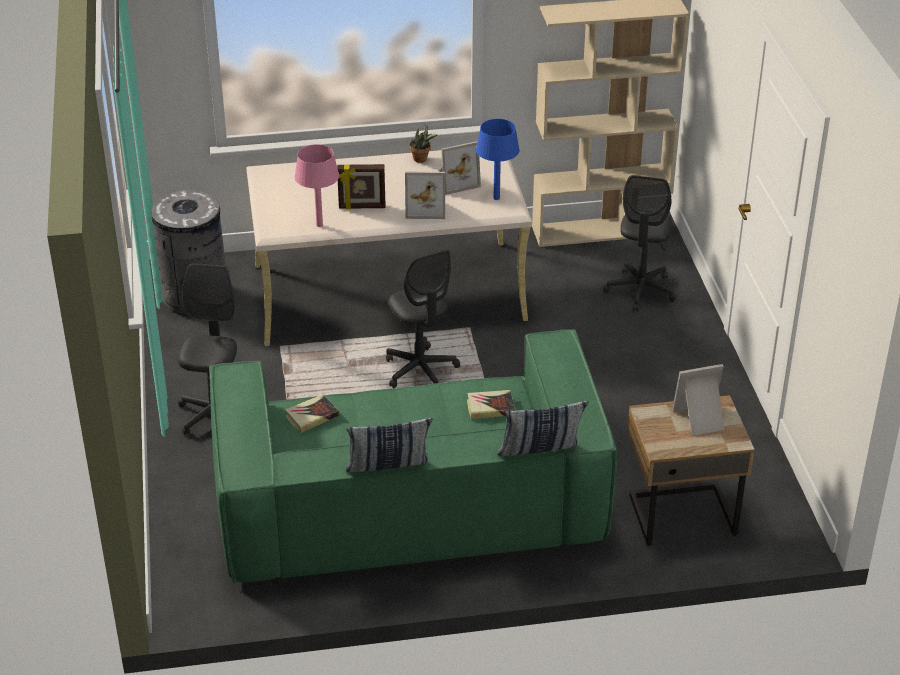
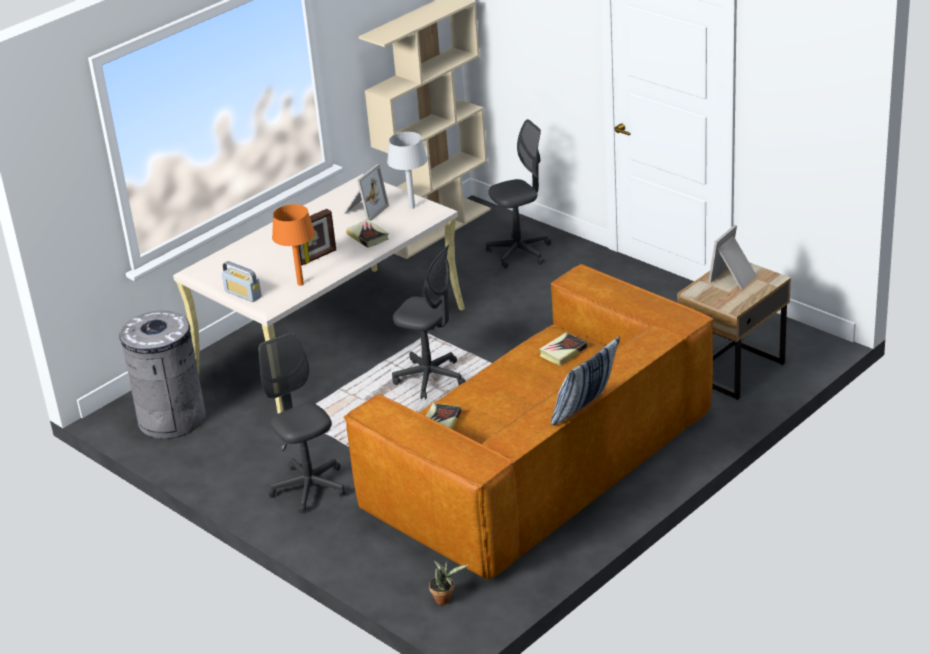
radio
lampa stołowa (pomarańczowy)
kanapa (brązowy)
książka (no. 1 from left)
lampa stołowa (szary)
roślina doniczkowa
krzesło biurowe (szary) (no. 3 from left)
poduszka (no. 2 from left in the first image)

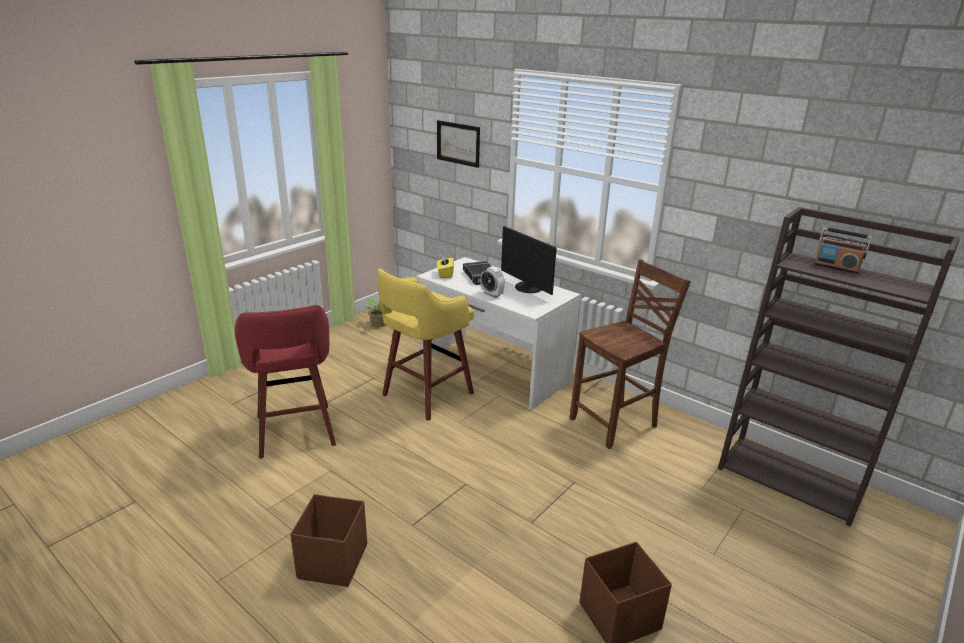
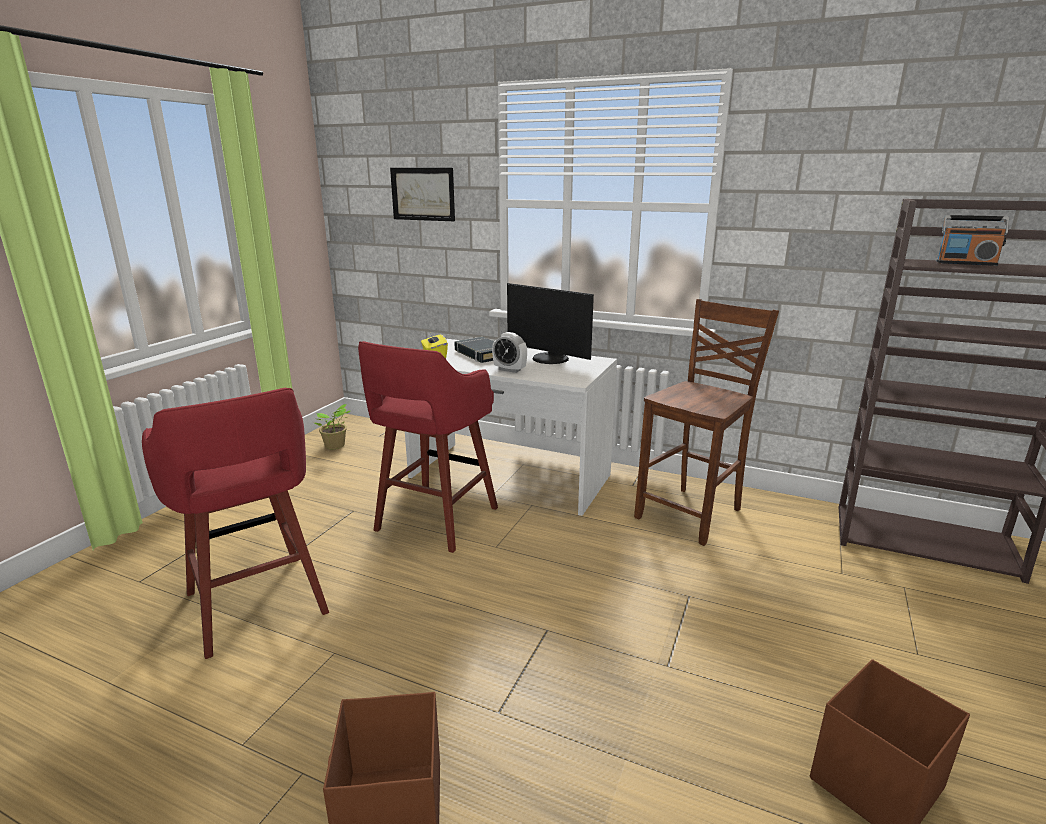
stołek (czerwony) (no. 2 from left)

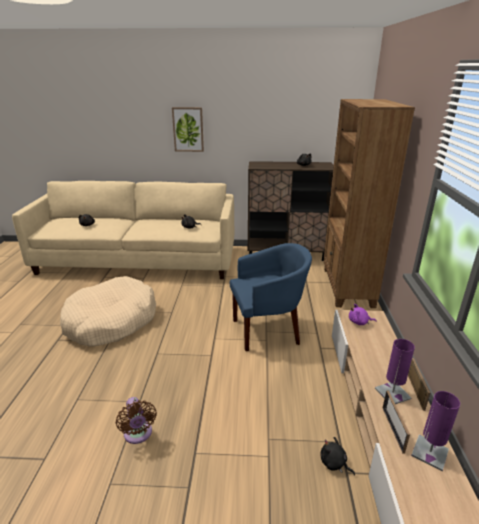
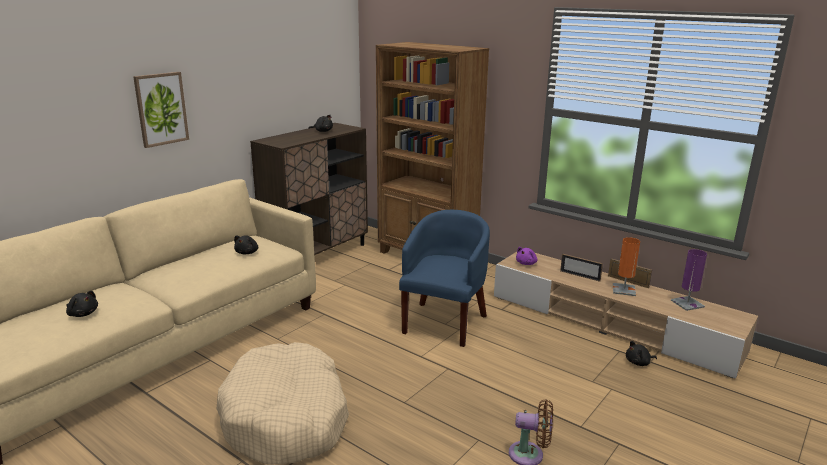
ramka na zdjęcie (no. 1 from left)
lampa stołowa (pomarańczowy)

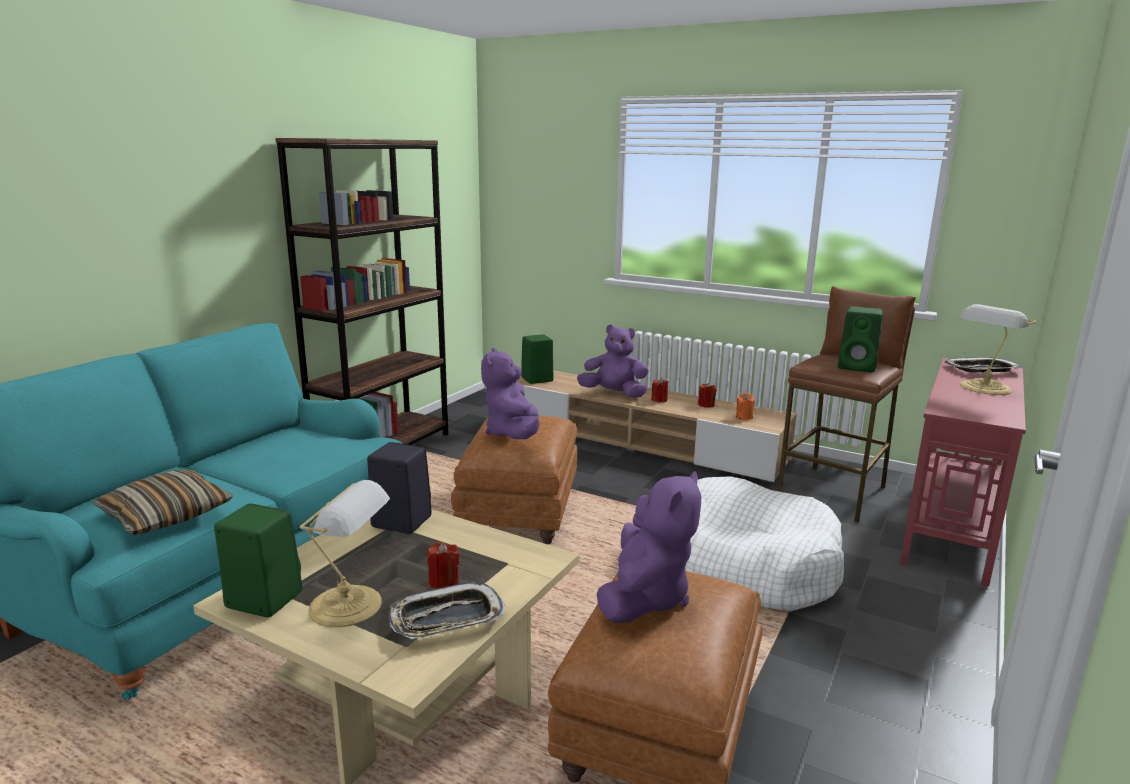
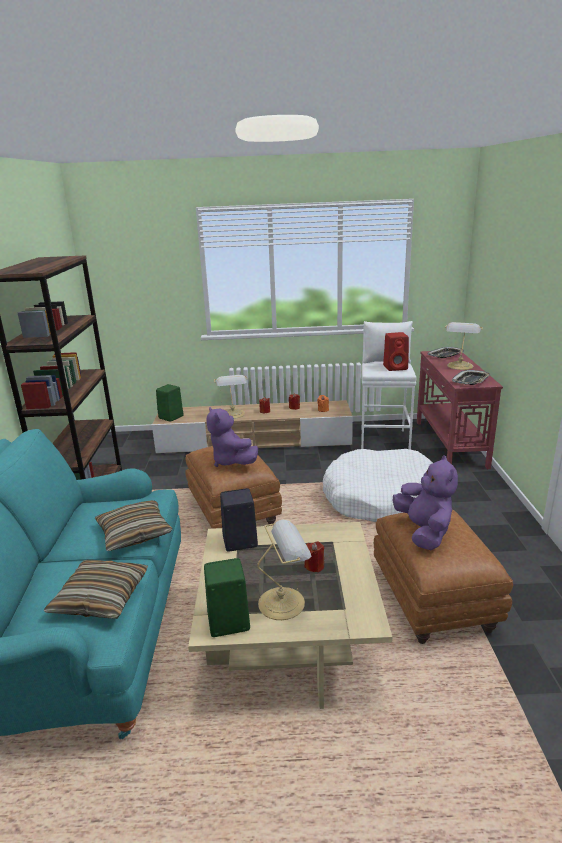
poduszka (no. 2 from left)
lampa stołowa (no. 1 from left)
stołek (biały)
głośnik (czerwony)
taca (no. 2 from left)

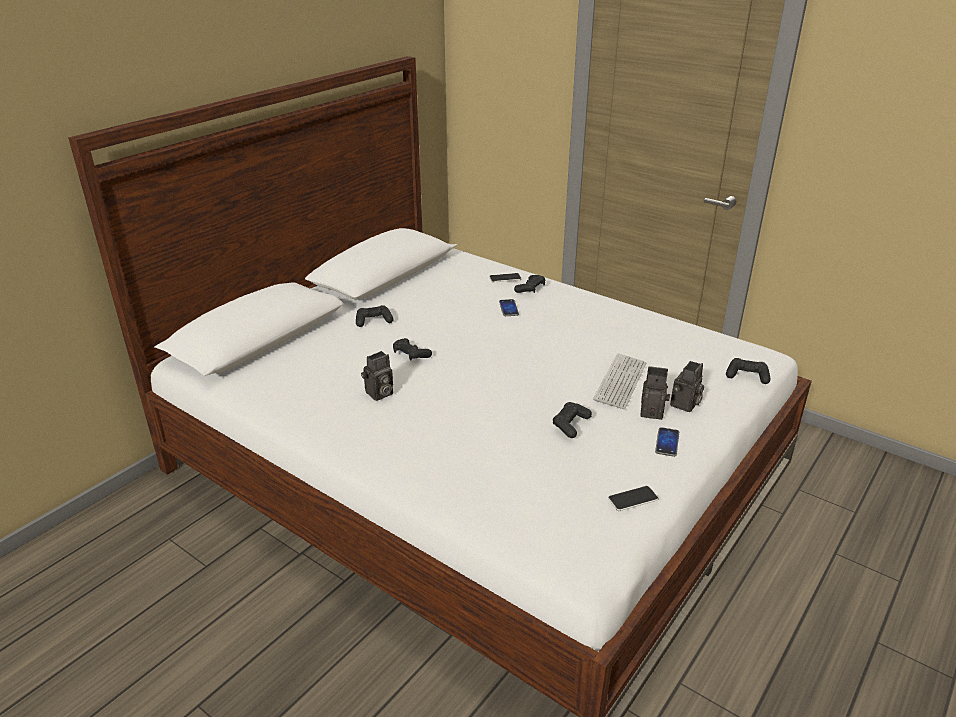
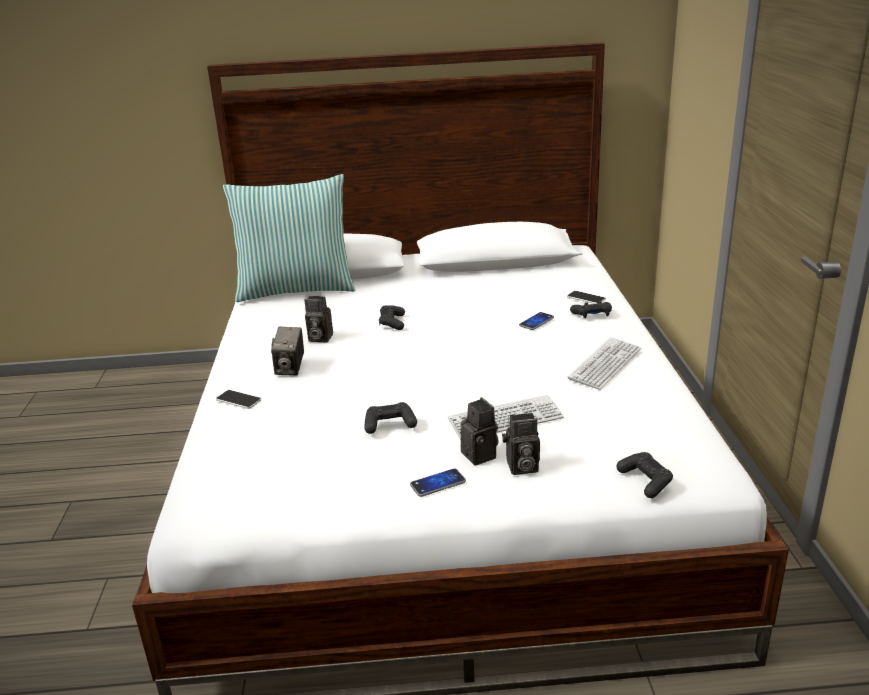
telefon (no. 1 from left)
poduszka
aparat fotograficzny (no. 1 from left)
klawiatura (no. 2 from left)
pad do gier (czarny) (no. 1 from left in the first image)

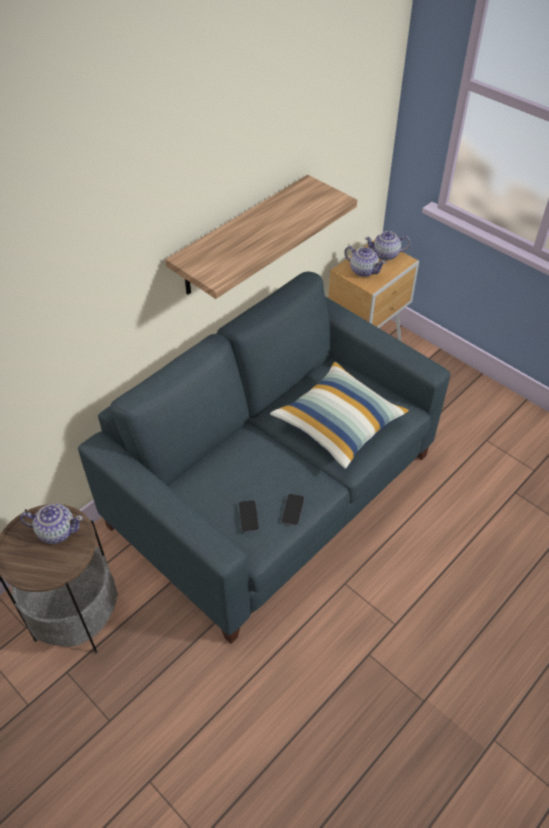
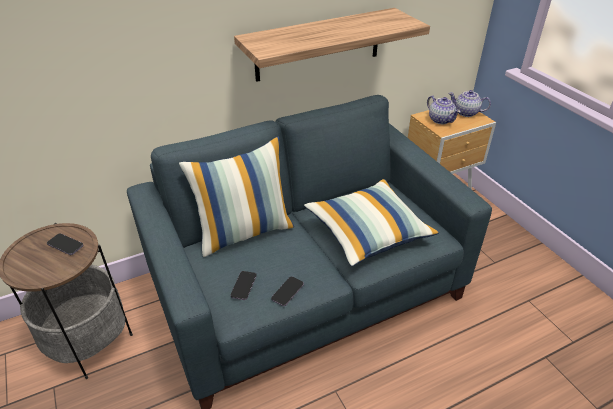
telefon (no. 1 from left)
poduszka (no. 1 from left)

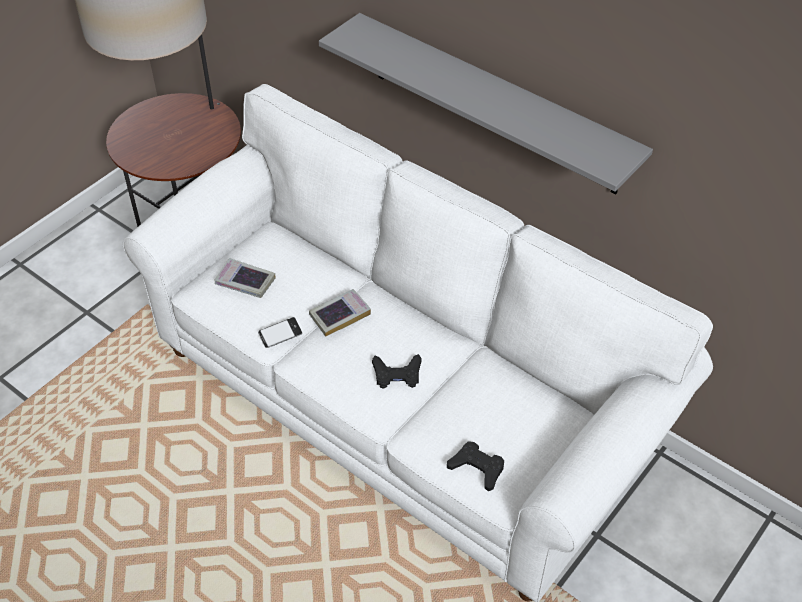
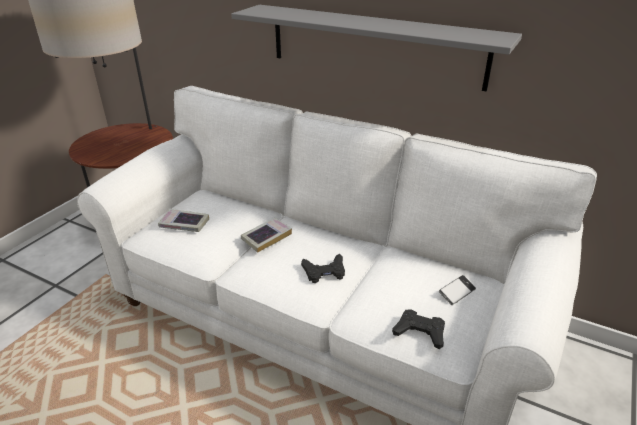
telefon

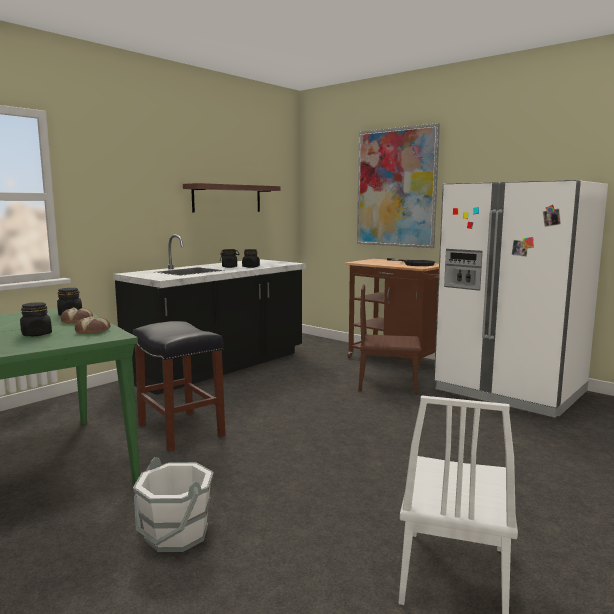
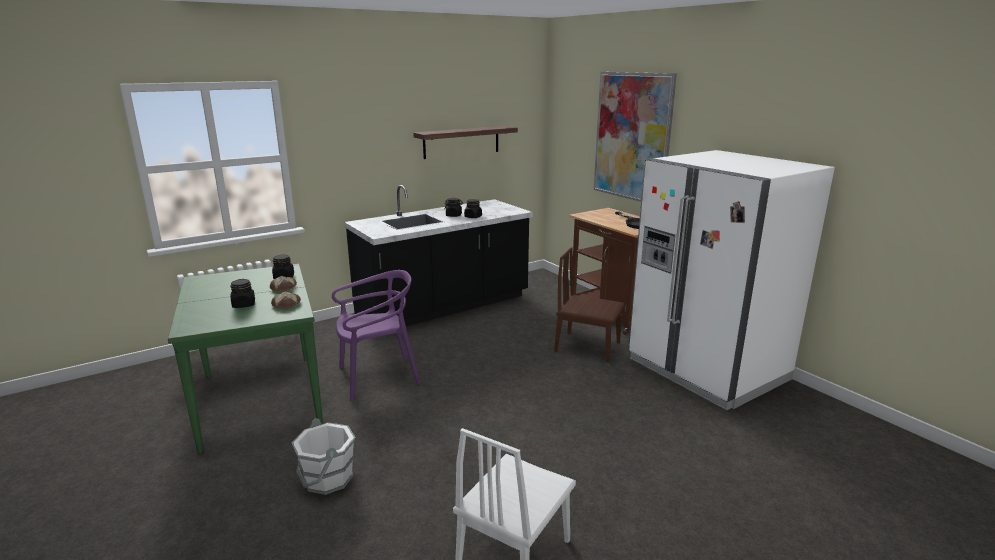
krzesło (fioletowy)

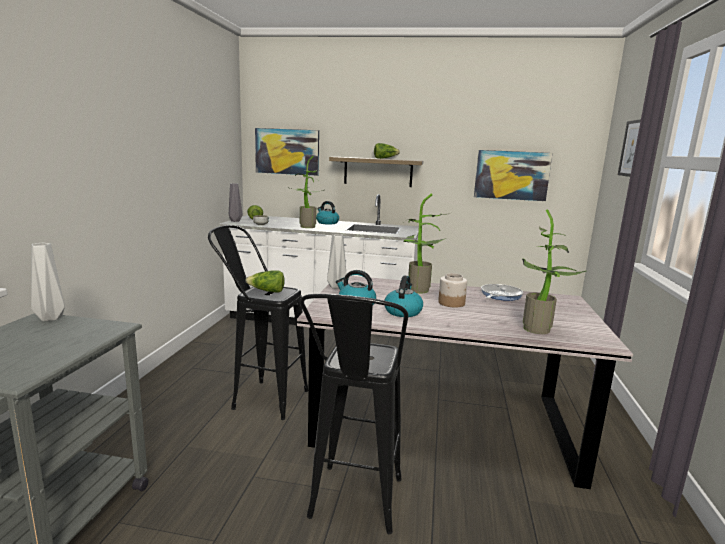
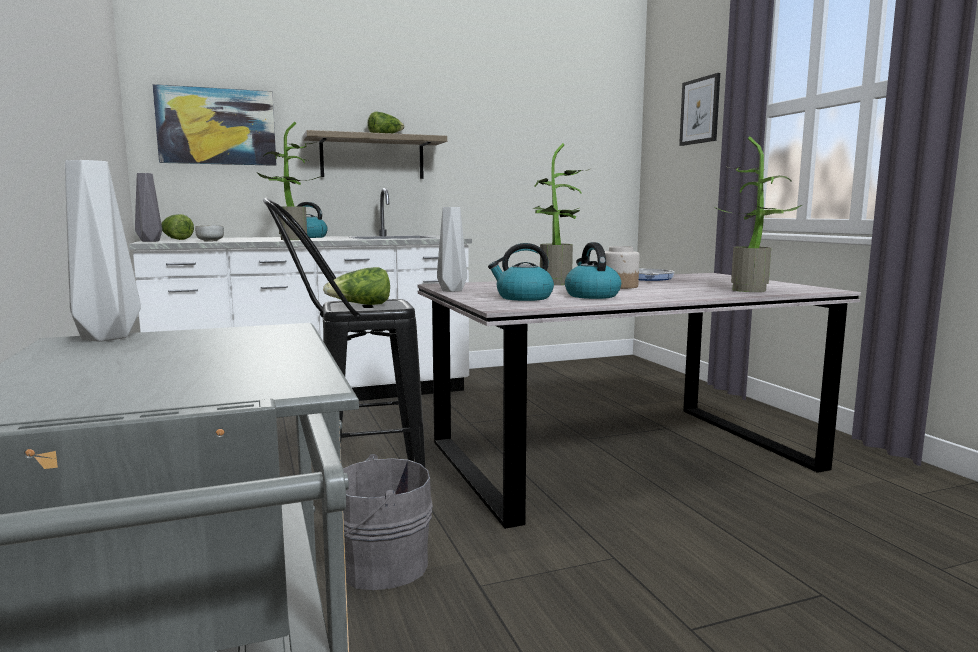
wiadro (szary)
stołek (czarny) (no. 2 from left in the first image)
obraz (no. 2 from left in the first image)

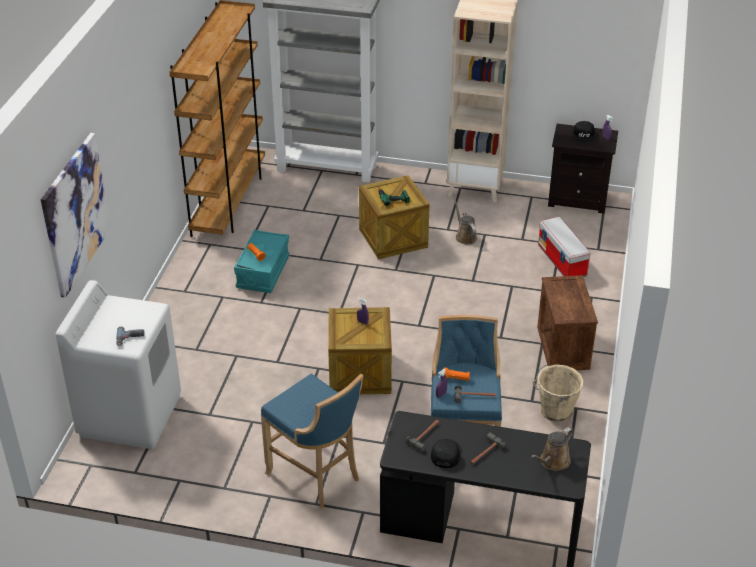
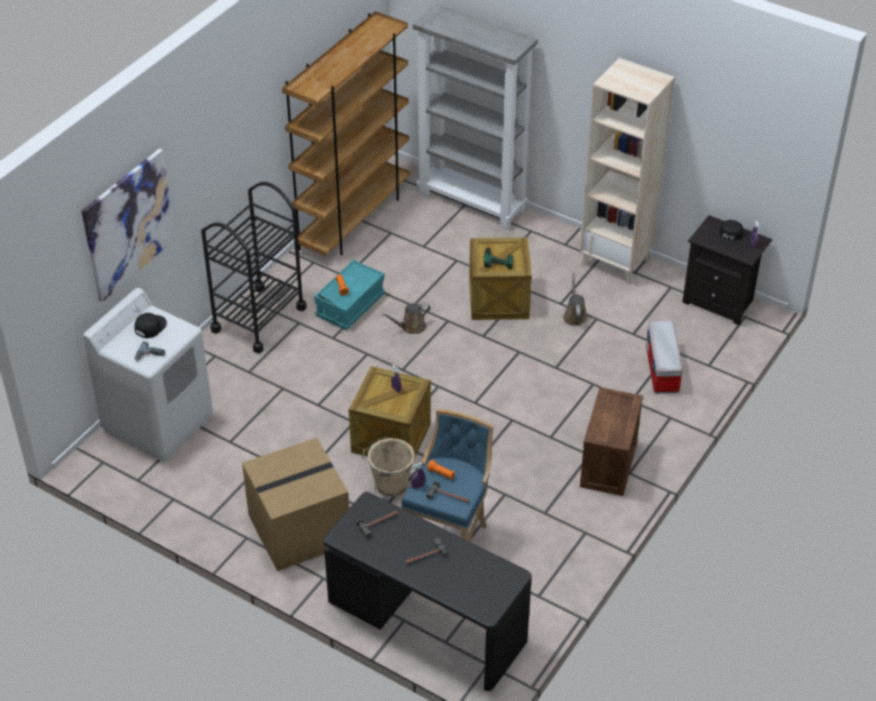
czapka z daszkiem (czarny) (no. 1 from left)
wózek (czarny)
karton
wiadro (beżowy)
konewka (brązowy) (no. 1 from left)

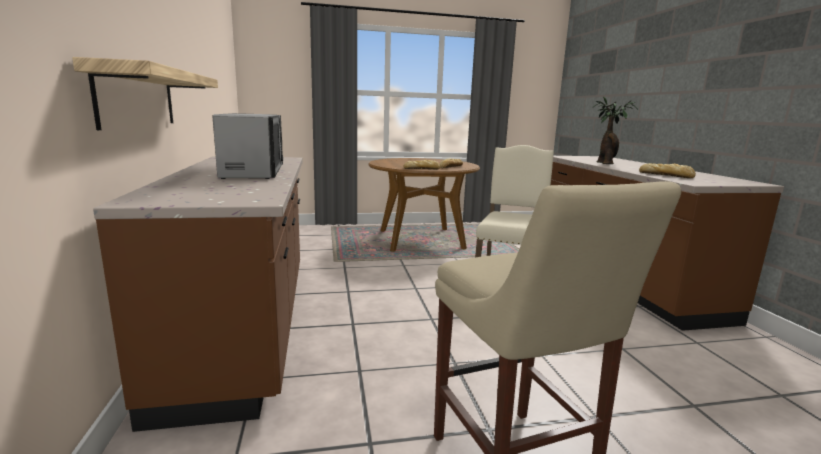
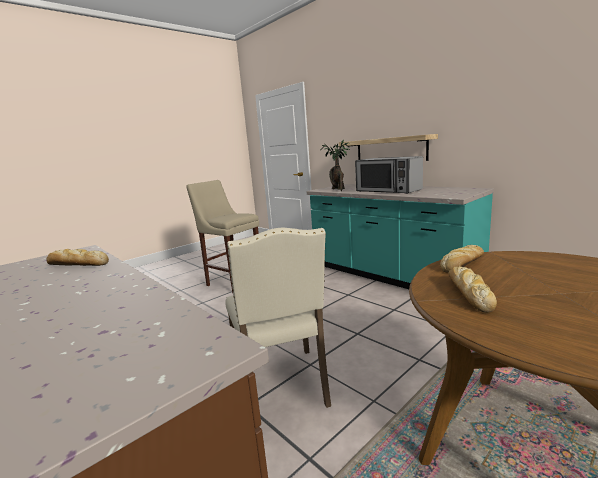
zabudowa kuchenna (turkusowy)
roślina doniczkowa

